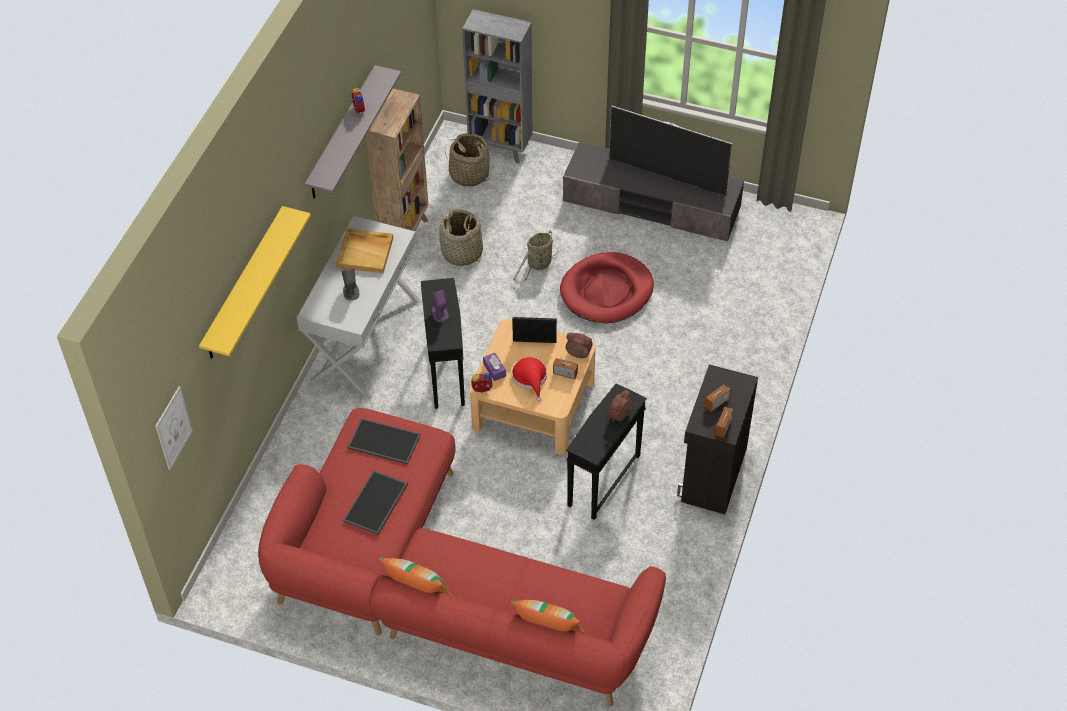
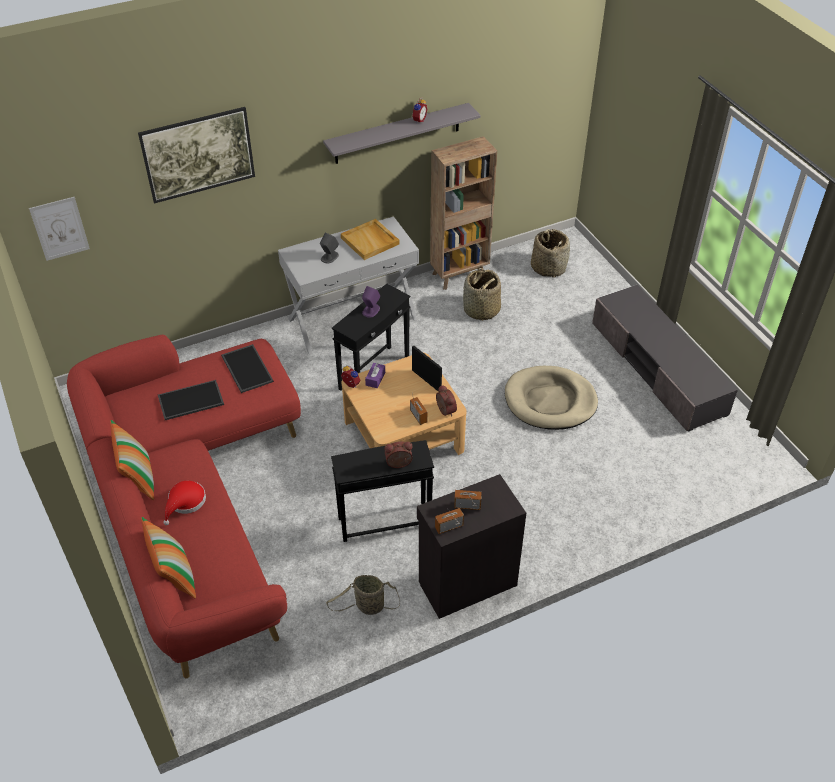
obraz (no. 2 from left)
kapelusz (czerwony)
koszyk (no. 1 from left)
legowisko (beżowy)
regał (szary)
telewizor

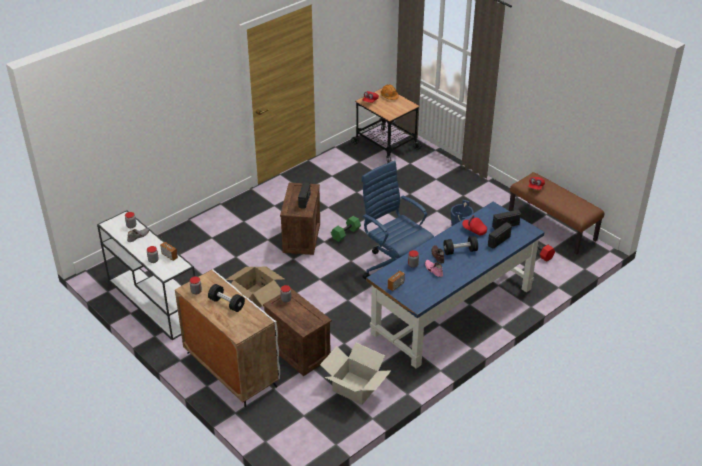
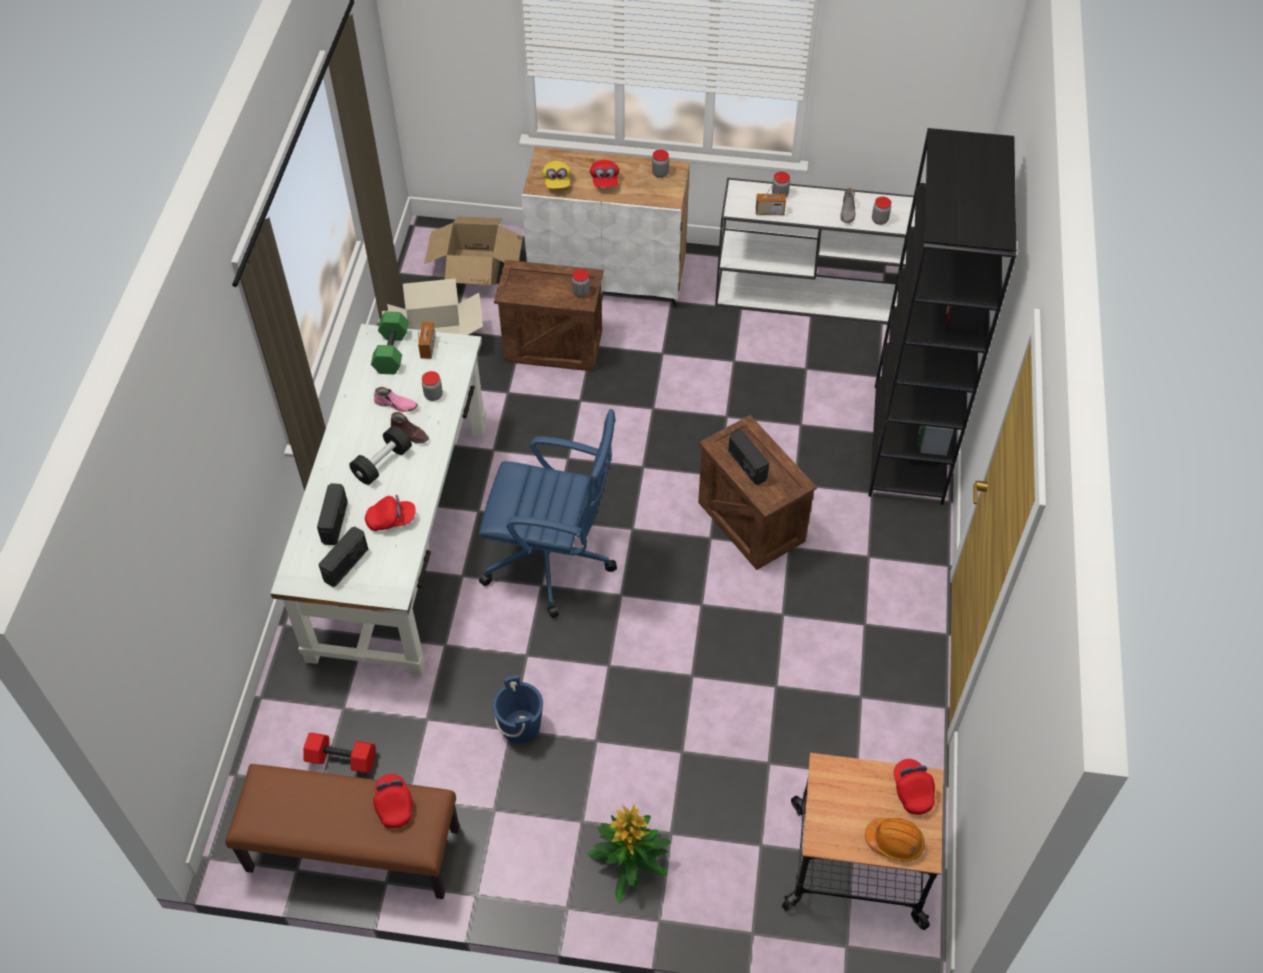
biurko (biały)
hantel (zielony)
karton (no. 2 from left)
czapka z daszkiem (żółty)
roślina doniczkowa
czapka z daszkiem (czerwony) (no. 3 from left)
regał (czarny)

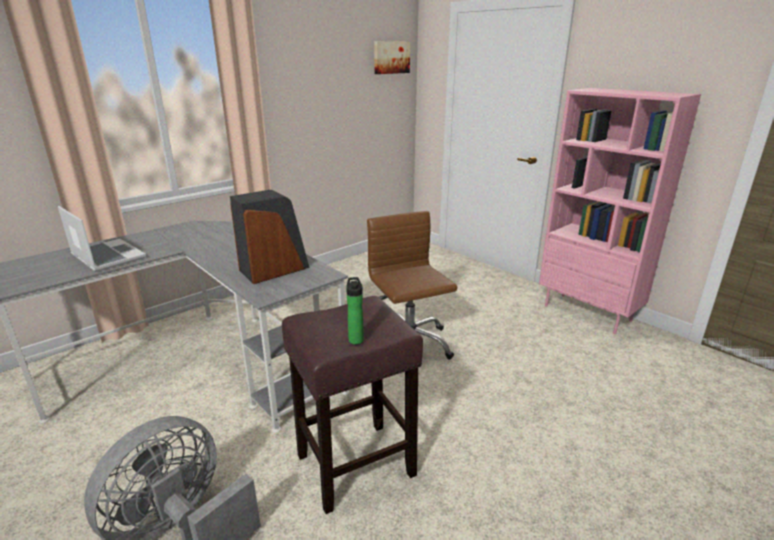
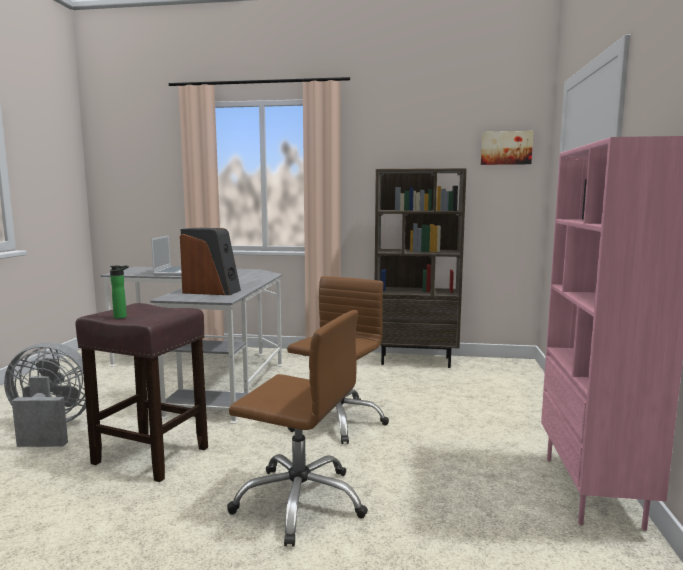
krzesło biurowe (brązowy) (no. 1 from left)
regał (brązowy)

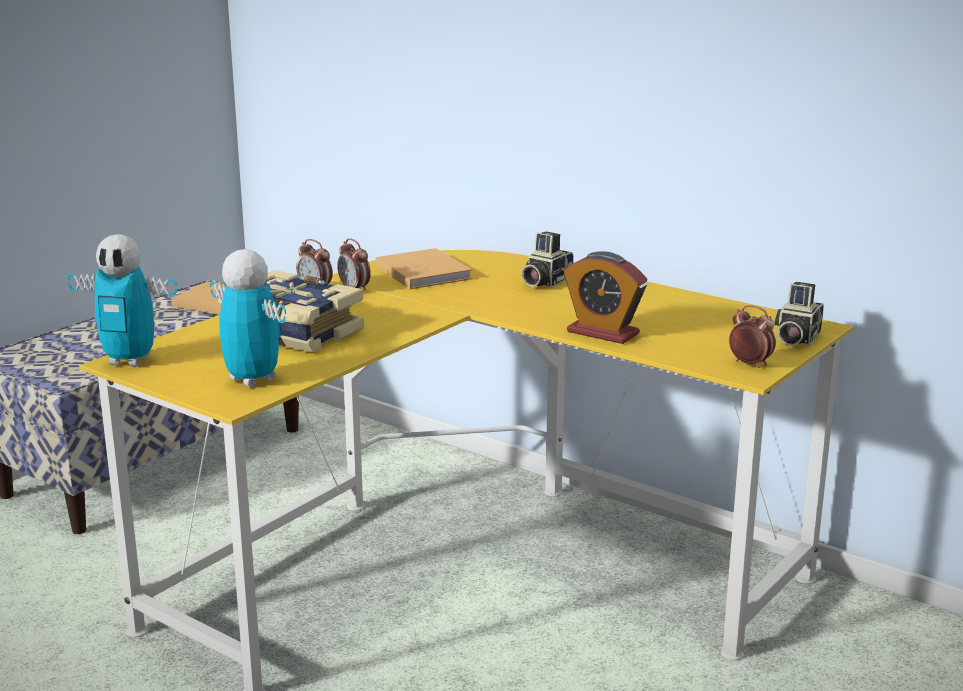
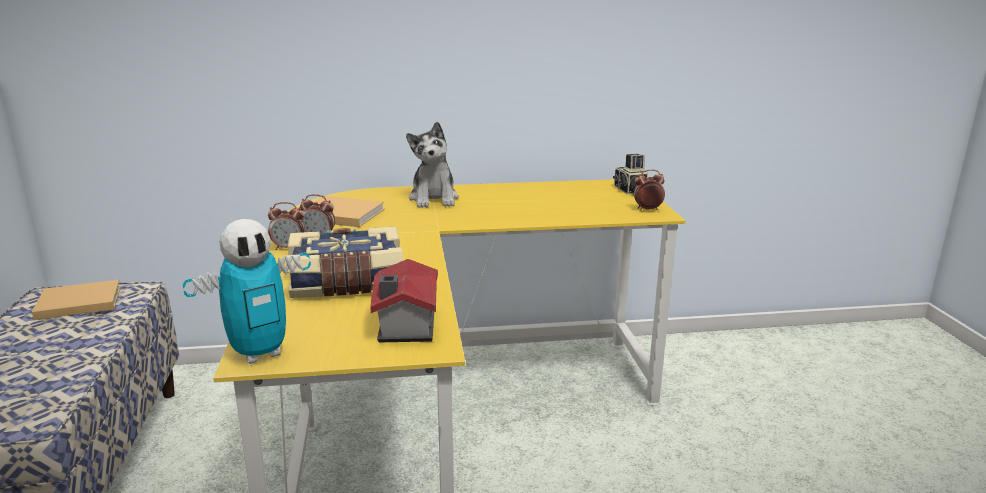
domek
pluszak
budzik (no. 3 from left in the first image)

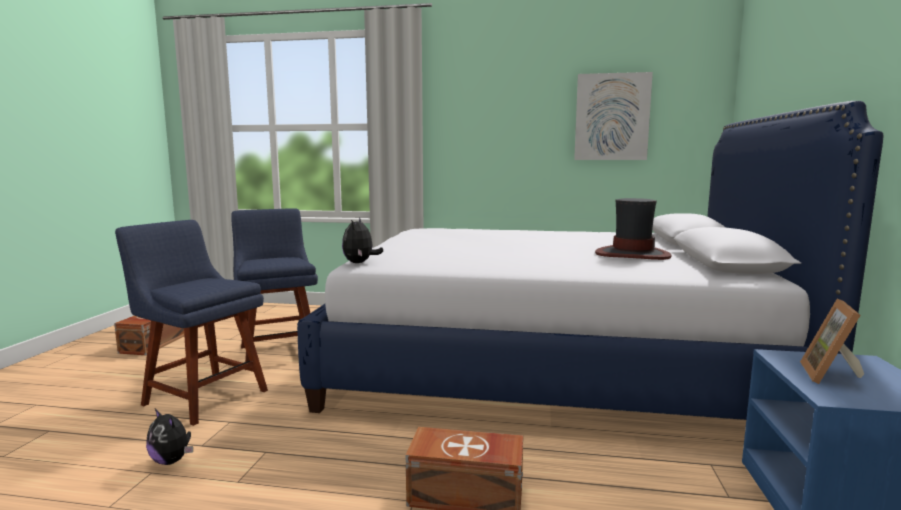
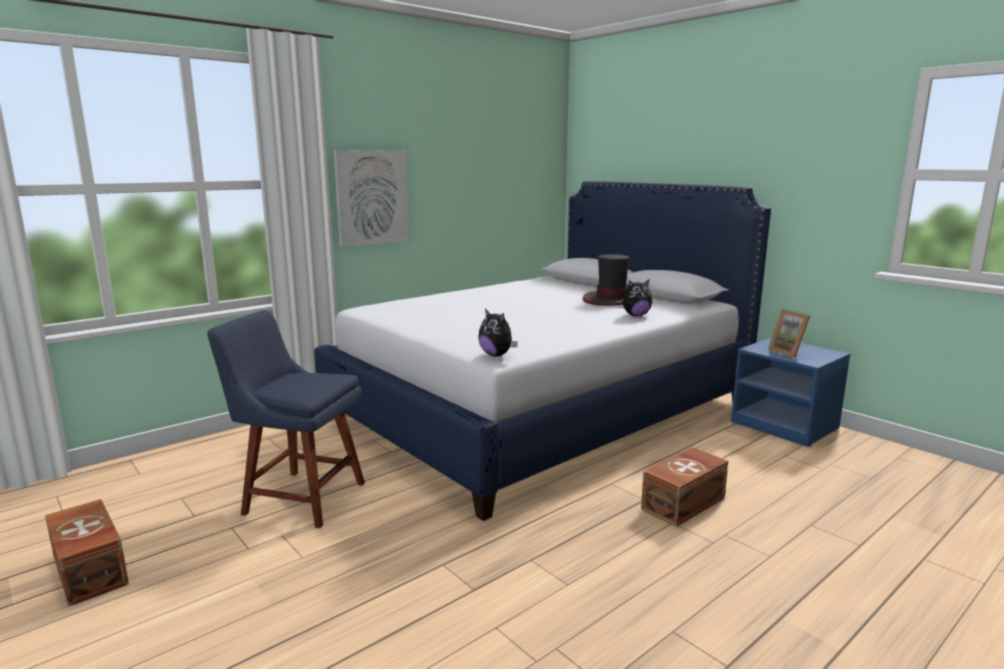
obraz
pluszak (no. 2 from left)
krzesło (niebieski) (no. 1 from left in the first image)

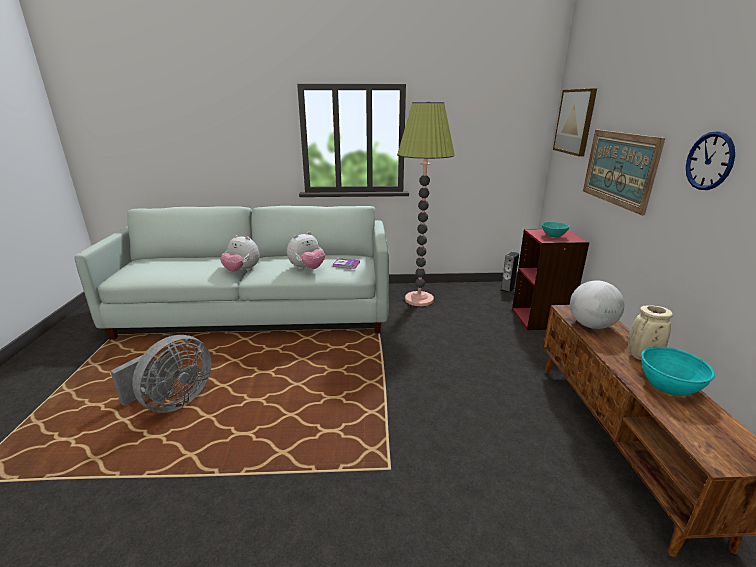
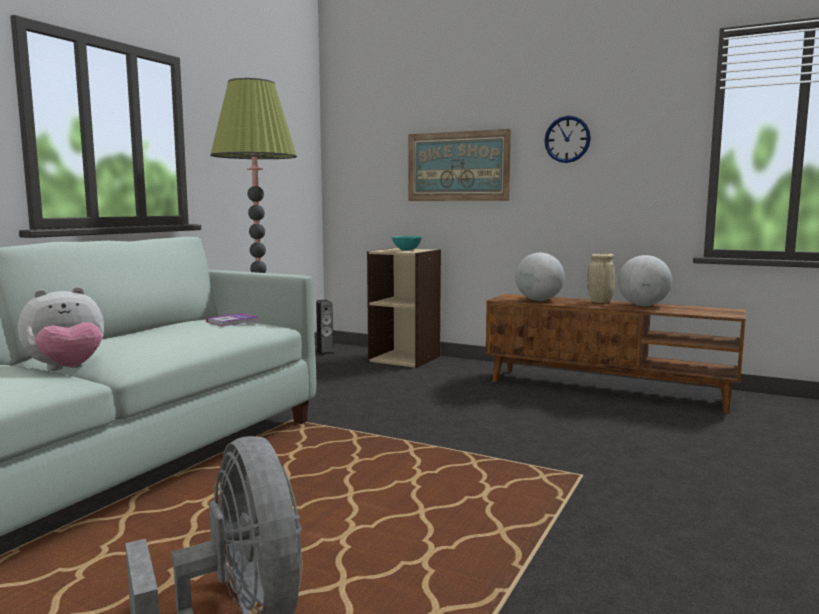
regał (beżowy)
globus (no. 2 from left)
pluszak (no. 2 from left in the first image)
obraz (no. 1 from left in the first image)

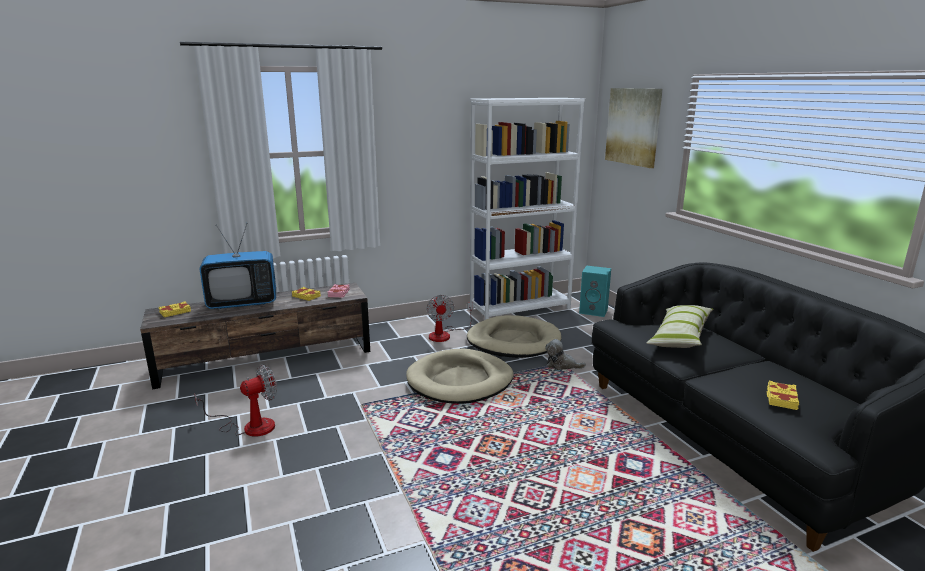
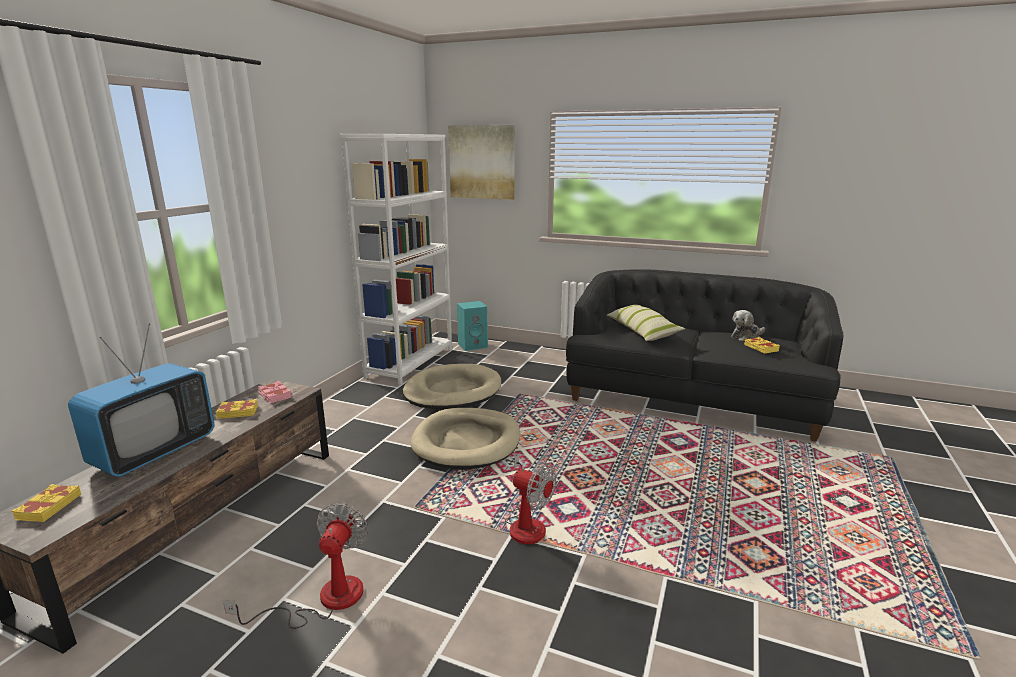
wentylator (no. 2 from left)
pluszak

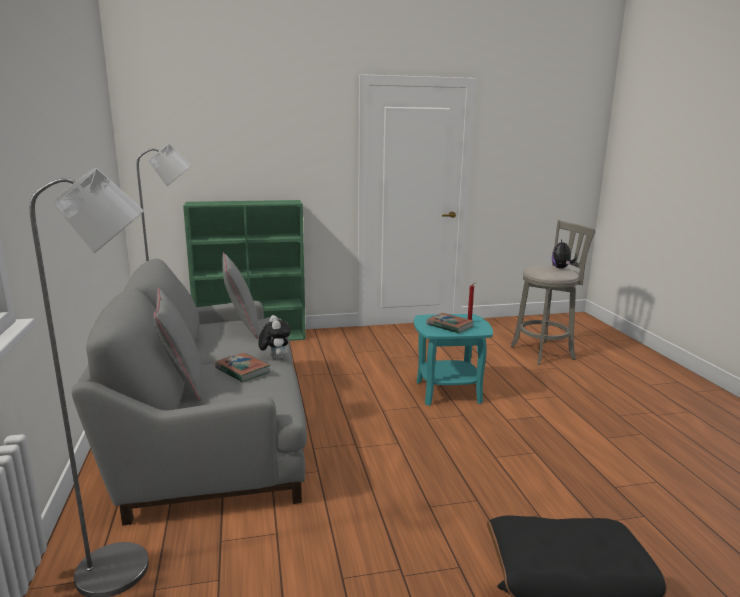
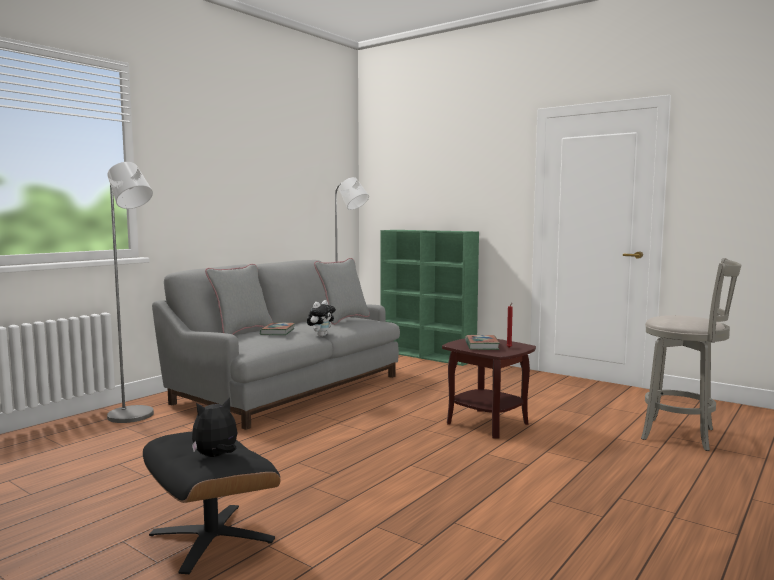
pluszak (no. 1 from left)
stolik (brązowy)

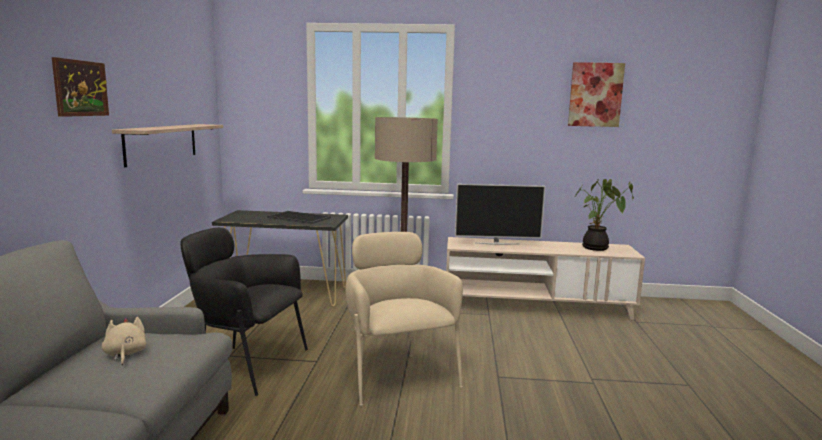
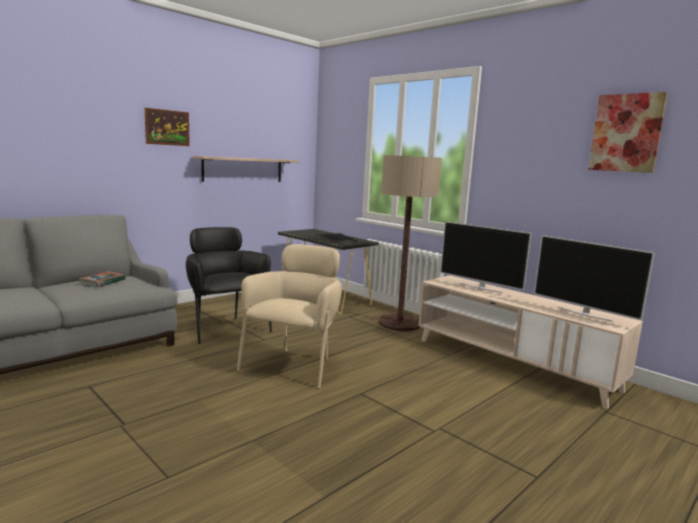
książka
telewizor (no. 2 from left)

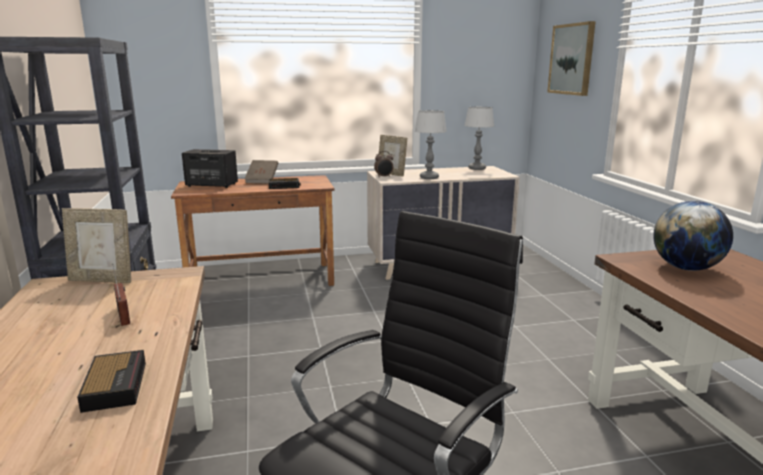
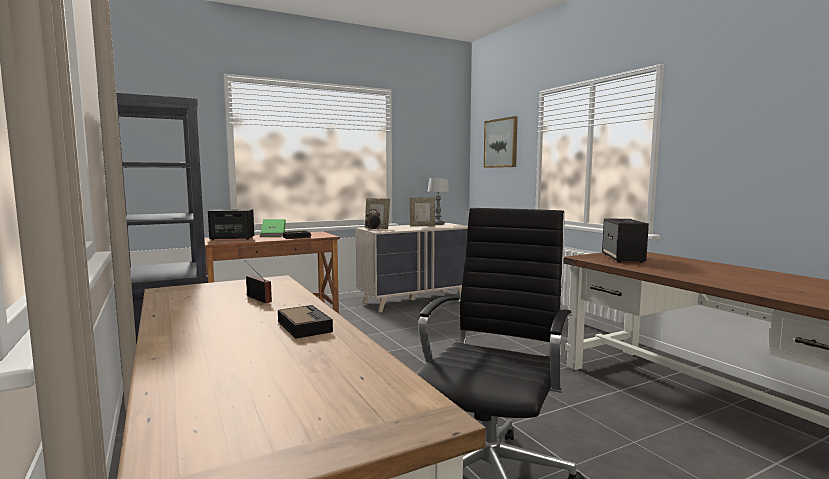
książka (zielony)
ramka na zdjęcie (no. 2 from left)
głośnik (no. 2 from left)
lampa stołowa (no. 1 from left in the first image)

